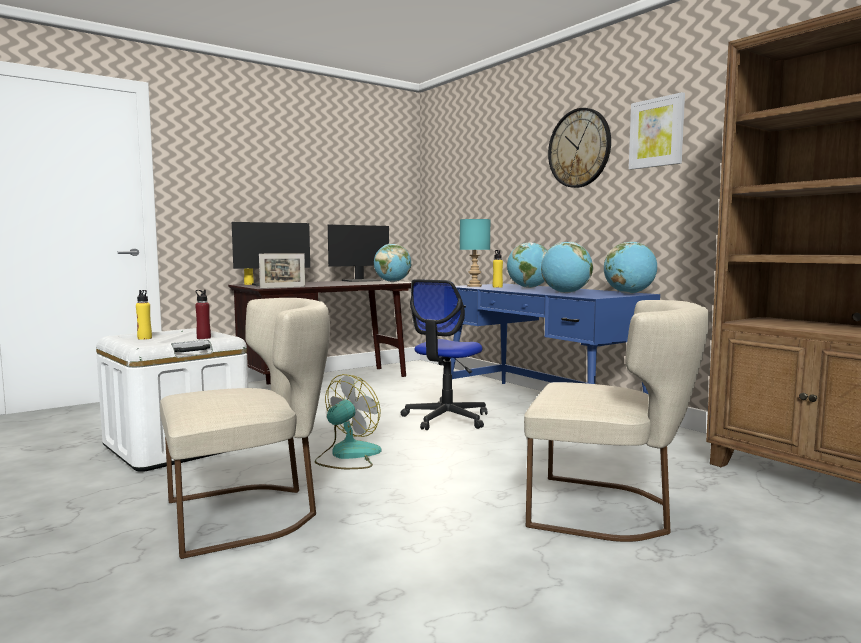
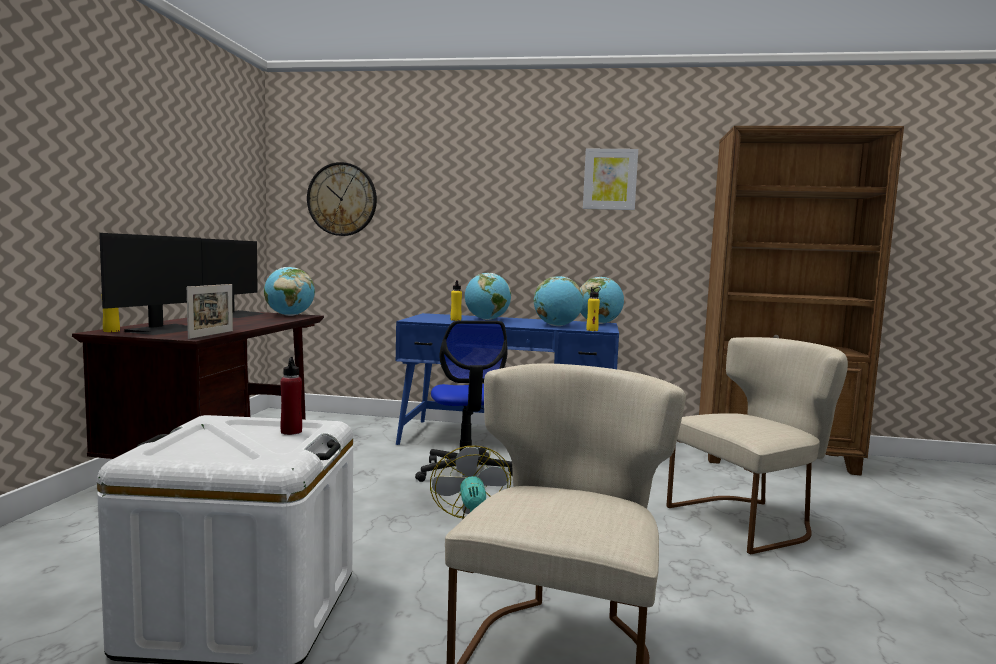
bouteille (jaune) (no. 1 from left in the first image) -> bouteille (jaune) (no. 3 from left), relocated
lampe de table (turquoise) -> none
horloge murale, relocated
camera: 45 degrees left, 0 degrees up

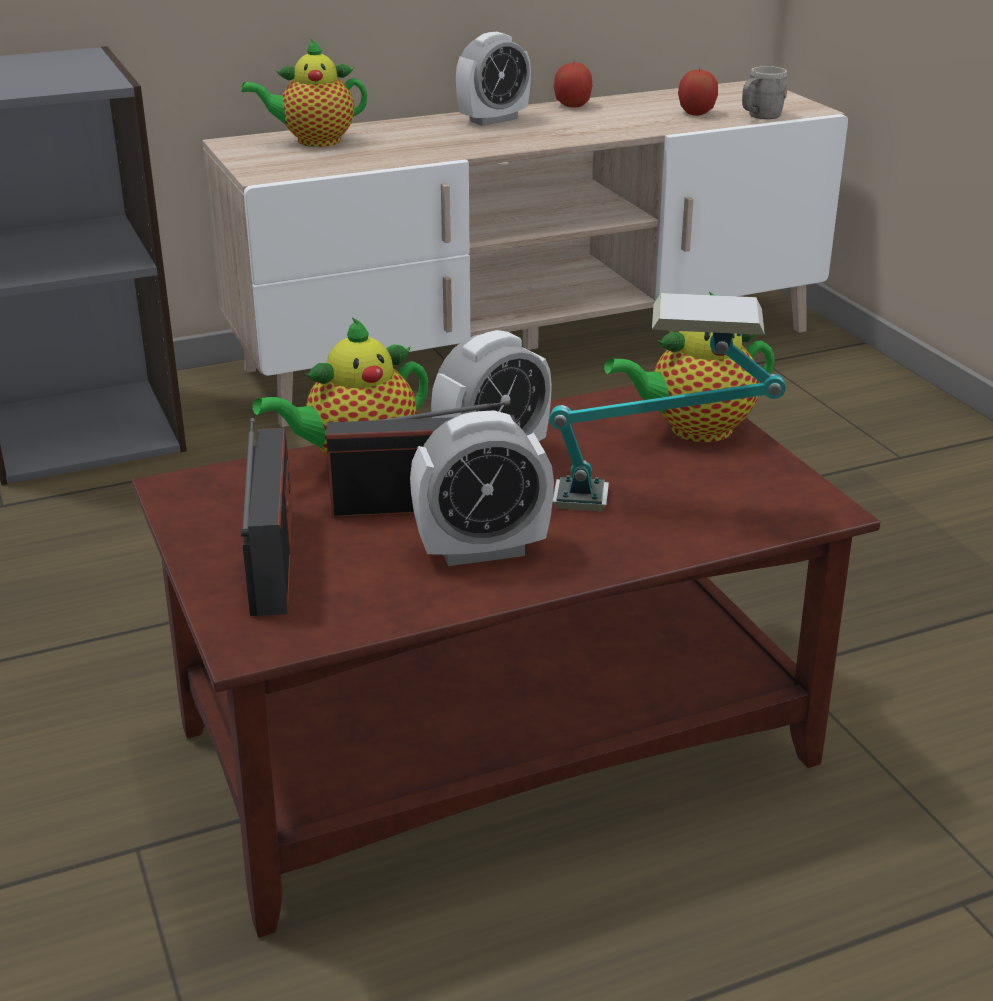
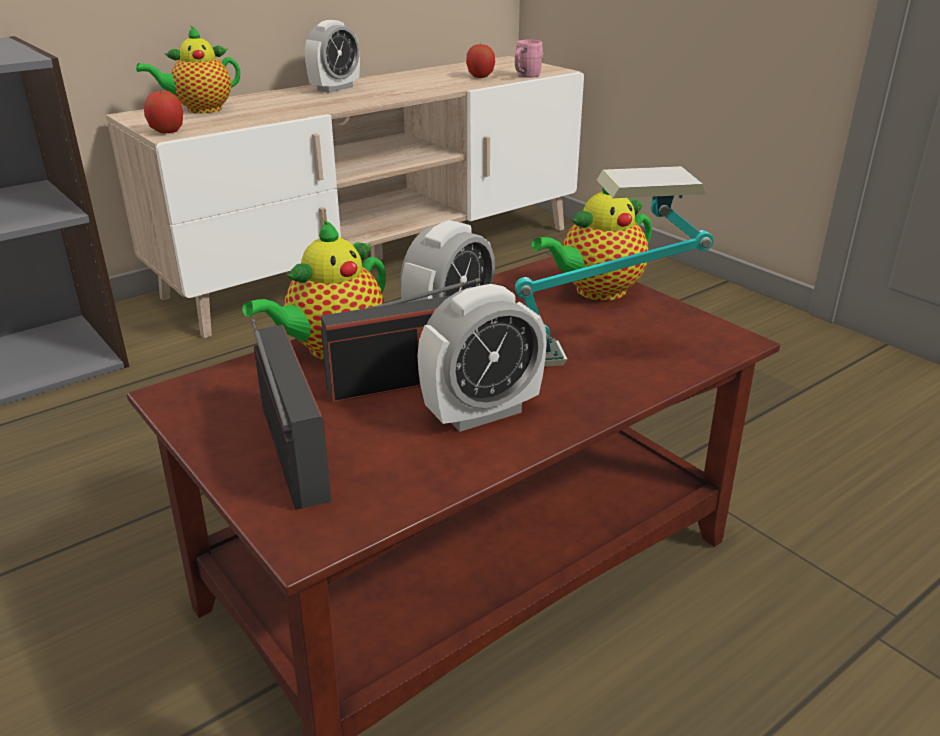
pomme (no. 1 from left), relocated
mug (gris) -> mug (rose)
camera: 15 degrees left, 0 degrees up

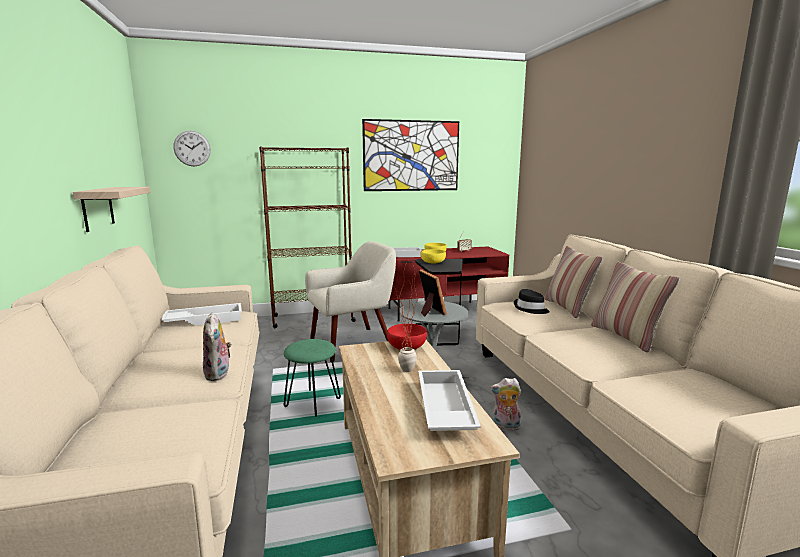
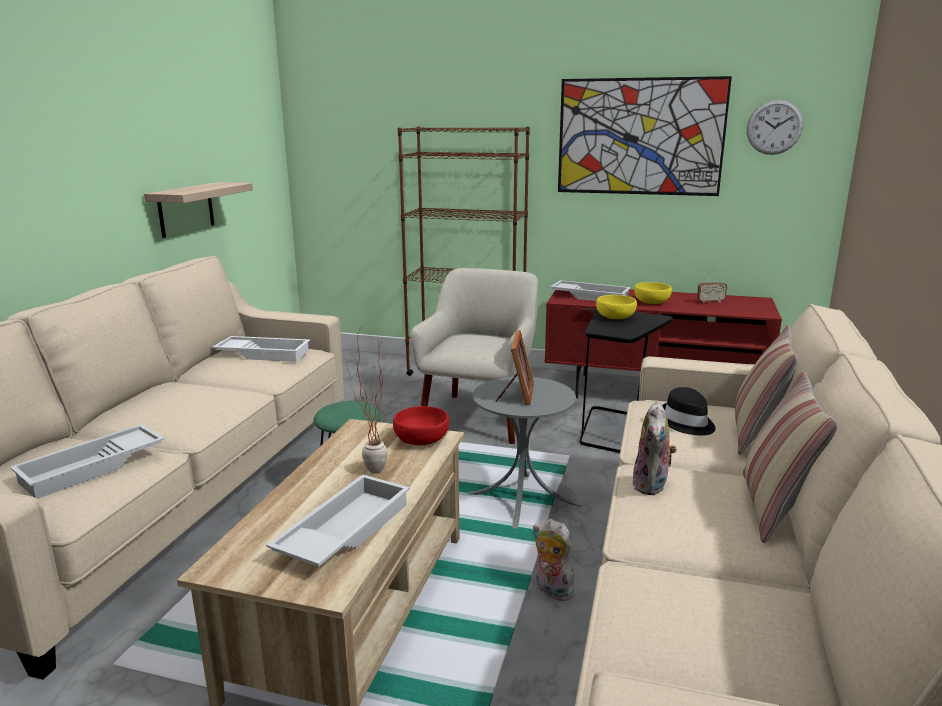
horloge murale, relocated
peluche (no. 1 from left in the first image) -> peluche (no. 2 from left), relocated
fauteuil (beige), 75 degrees counterclockwise
none -> plateau (blanc) (no. 1 from left)
camera: 30 degrees right, 5 degrees up

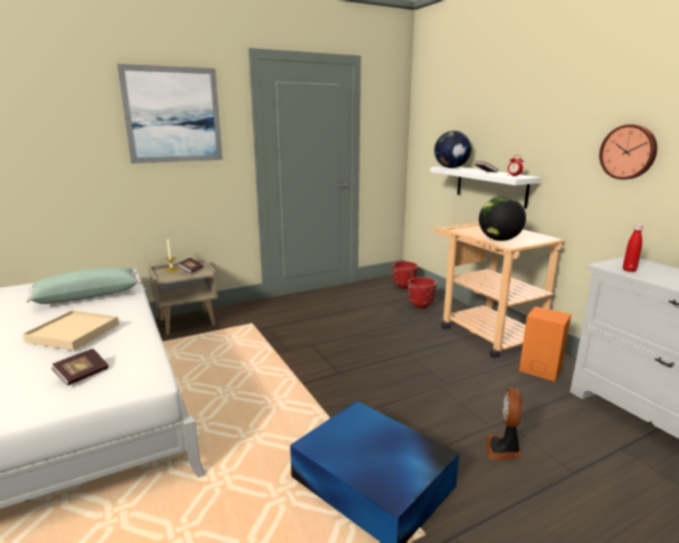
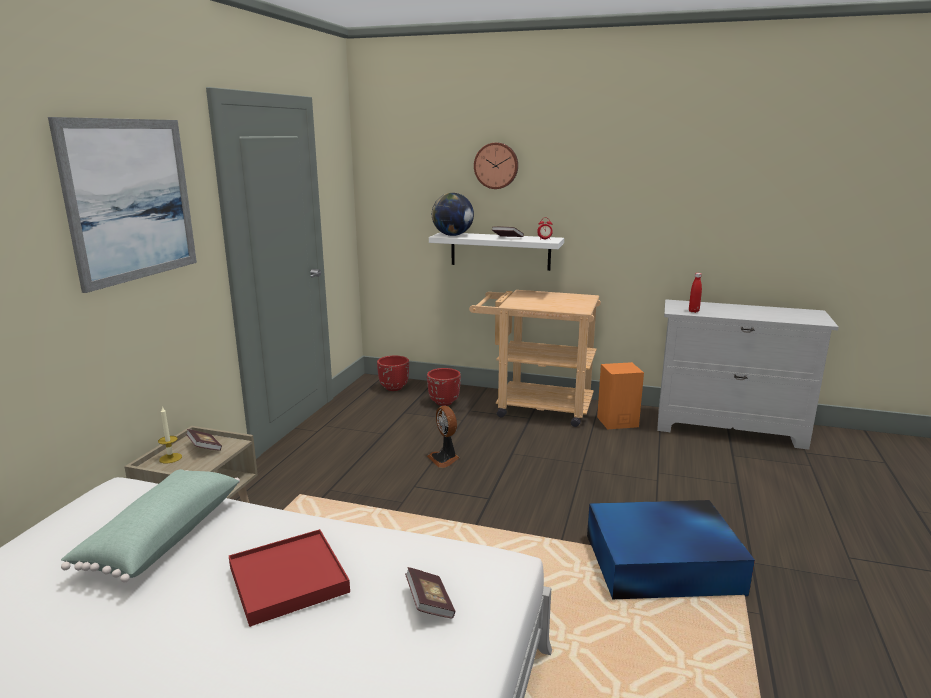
plateau (beige) -> plateau (rouge)
globe (no. 2 from left) -> none
ventilateur, relocated
horloge murale, relocated
camera: 45 degrees left, 0 degrees up

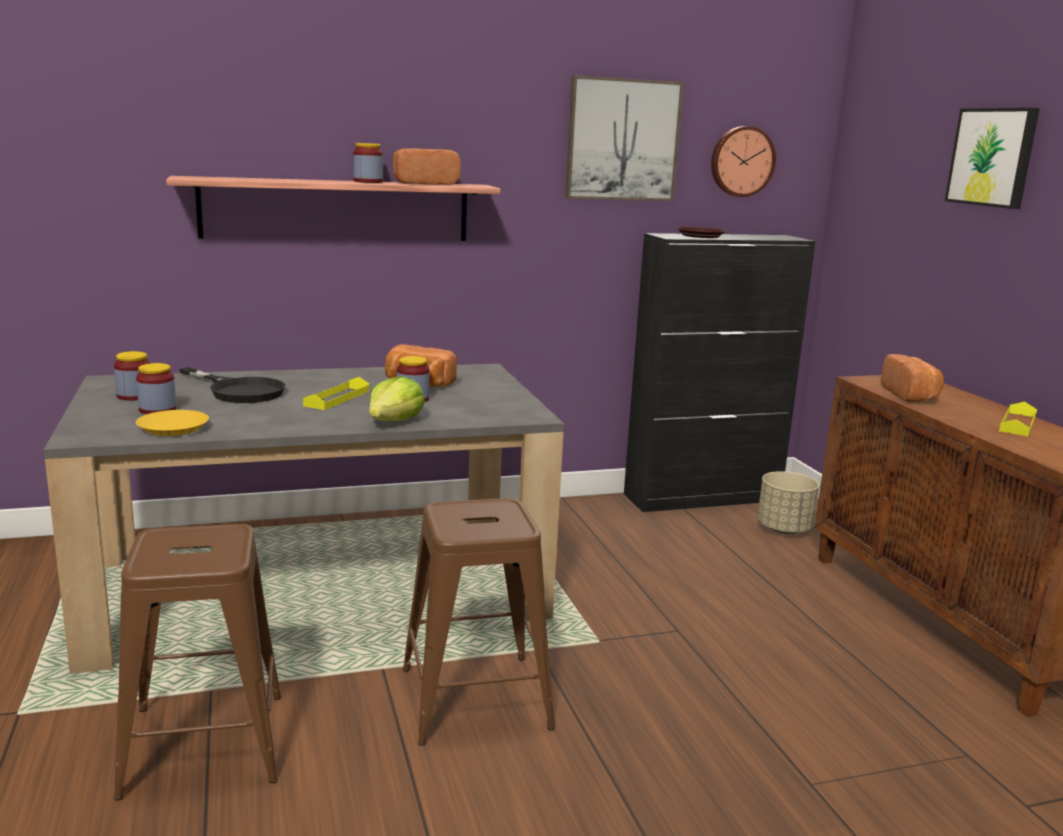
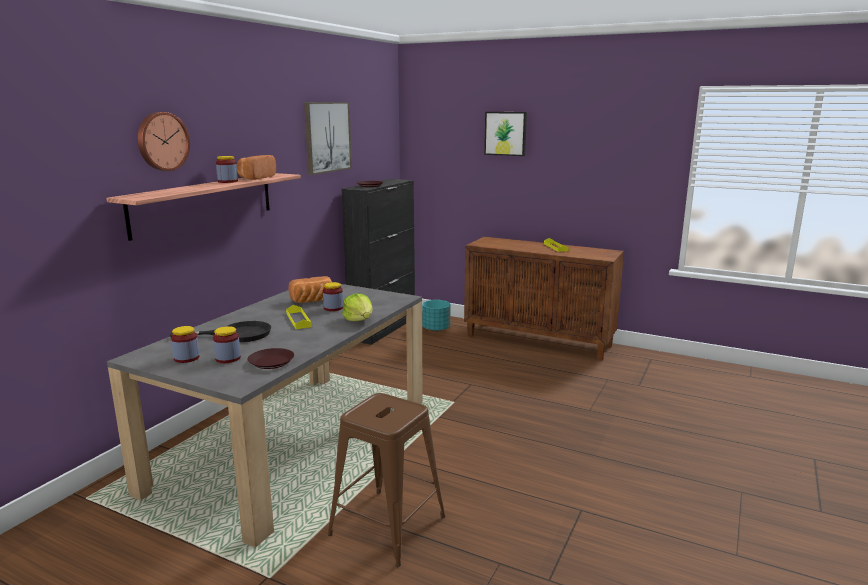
assiette (jaune) -> assiette (marron) (no. 1 from left)
tabouret (marron) (no. 2 from left) -> none
horloge murale, relocated
cache-pot (beige) -> cache-pot (turquoise)
pain (no. 3 from left) -> none
camera: 45 degrees left, 0 degrees up

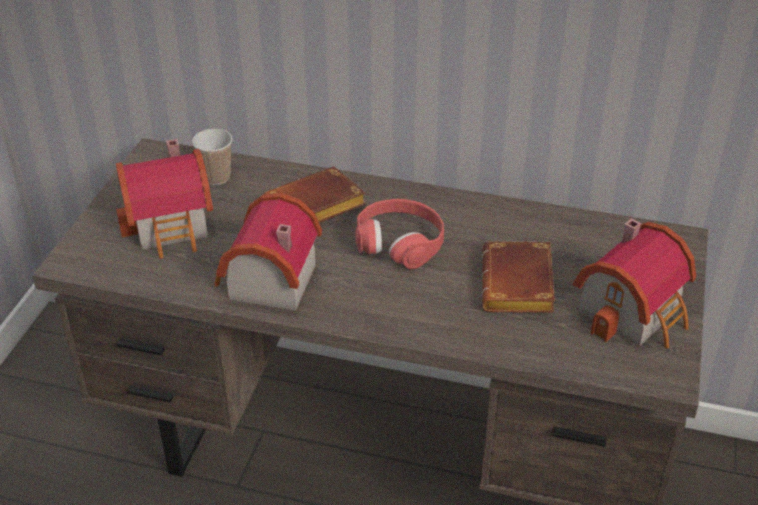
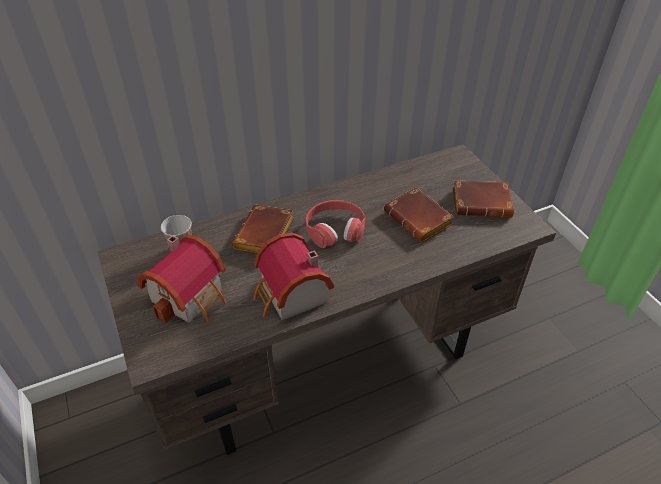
maison miniature (no. 3 from left) -> livre (marron) (no. 3 from left)
camera: 40 degrees left, 5 degrees up

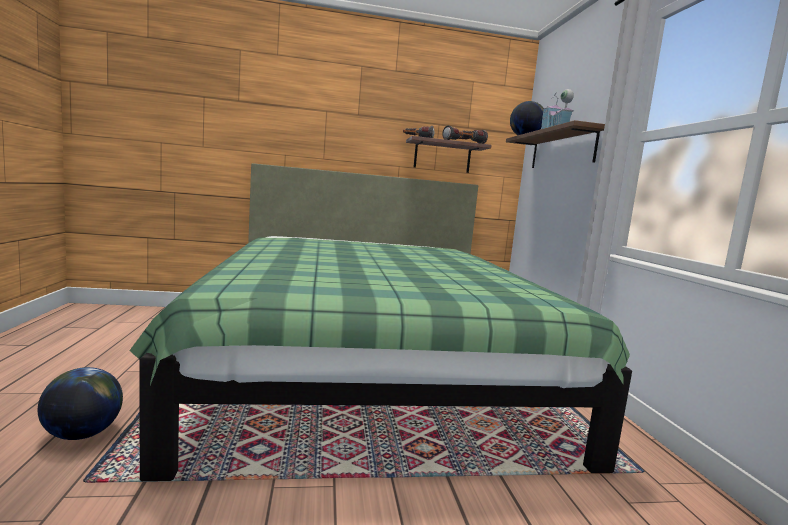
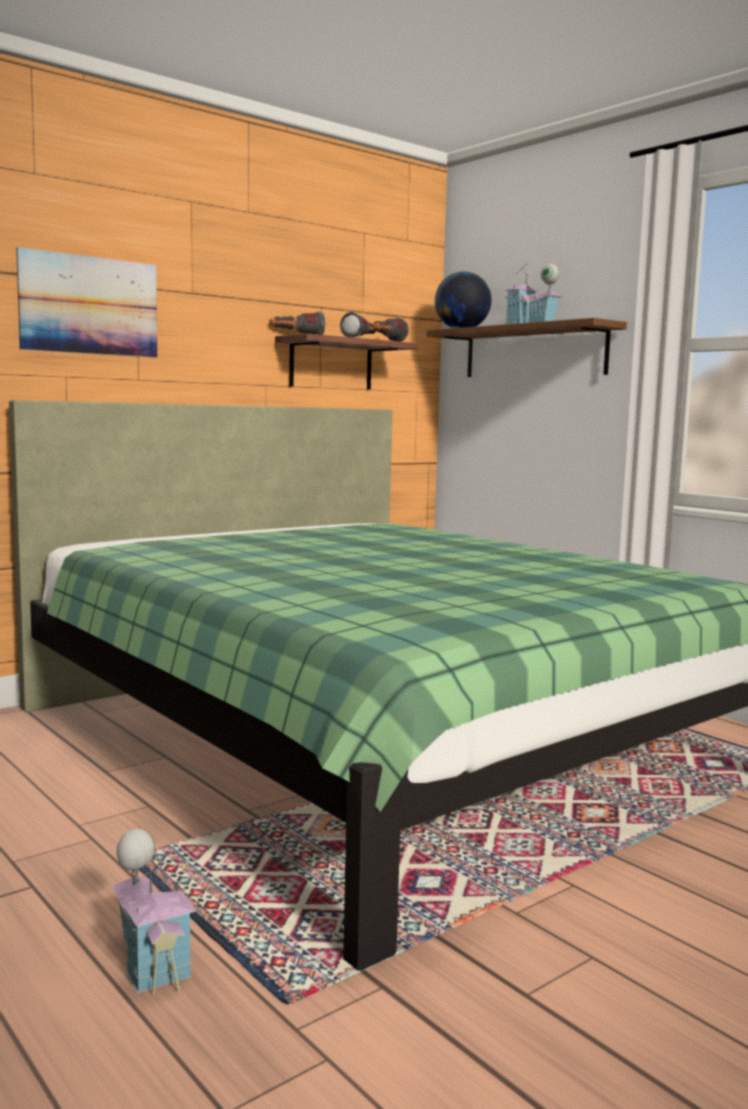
globe (no. 1 from left) -> maison miniature (no. 1 from left)
none -> tableau
camera: 30 degrees left, 0 degrees up

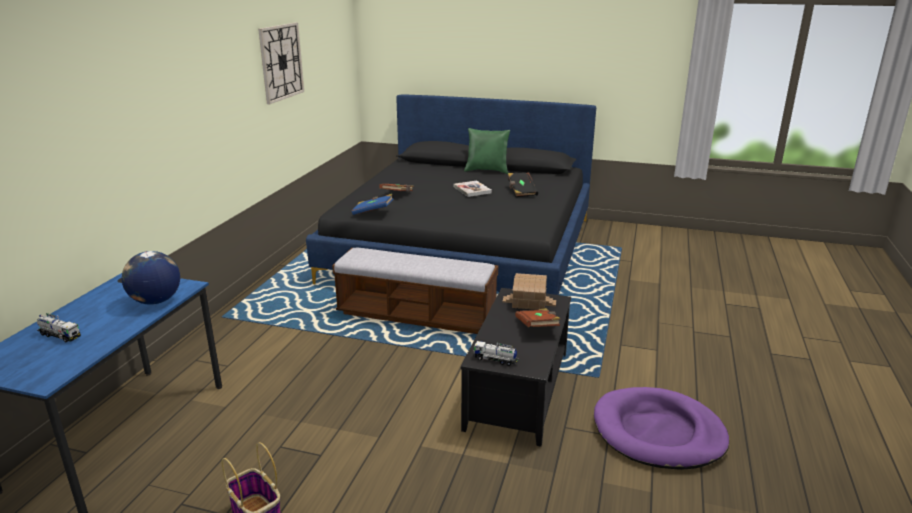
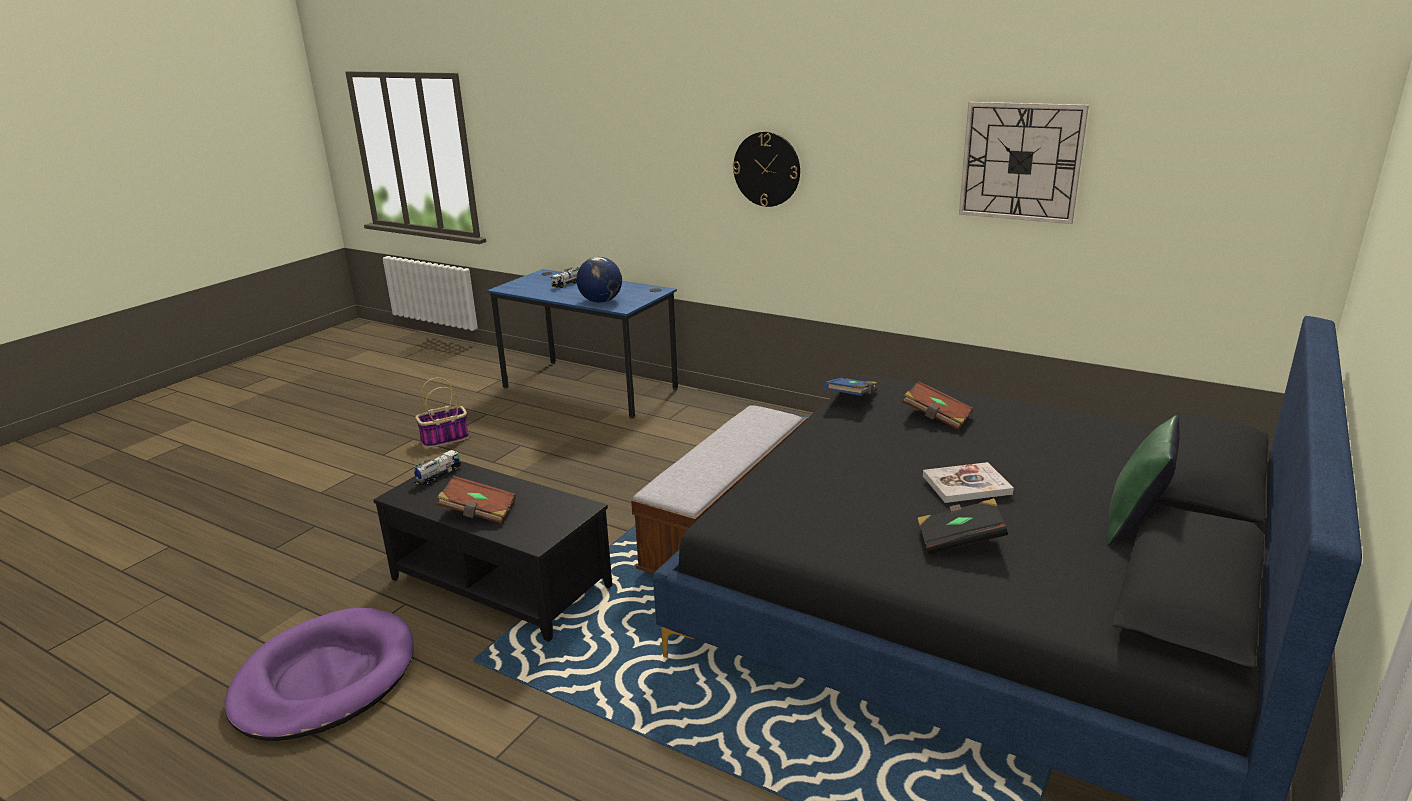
maison miniature -> none
none -> horloge murale (no. 1 from left)
camera: 105 degrees right, 0 degrees up

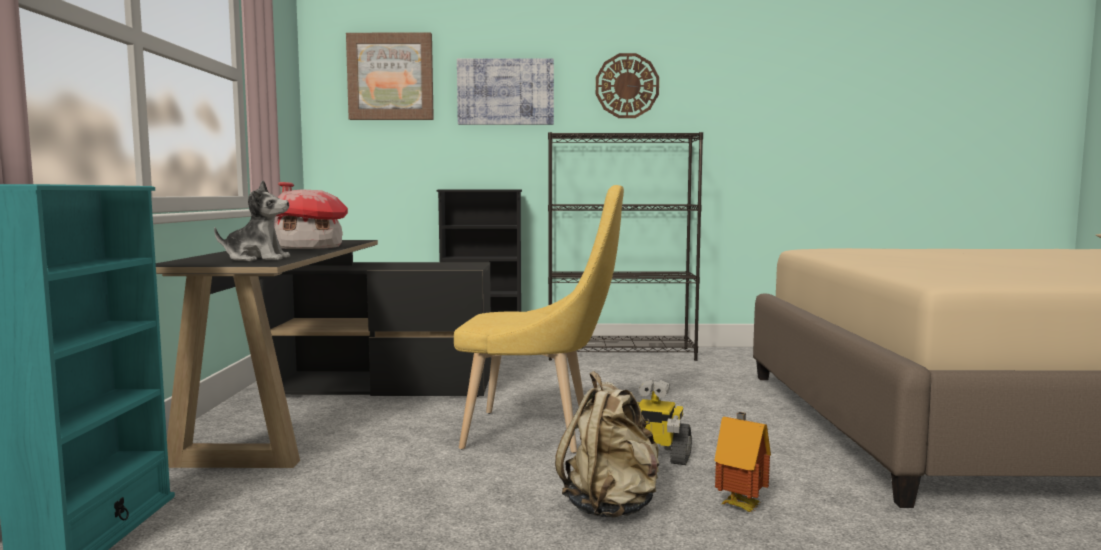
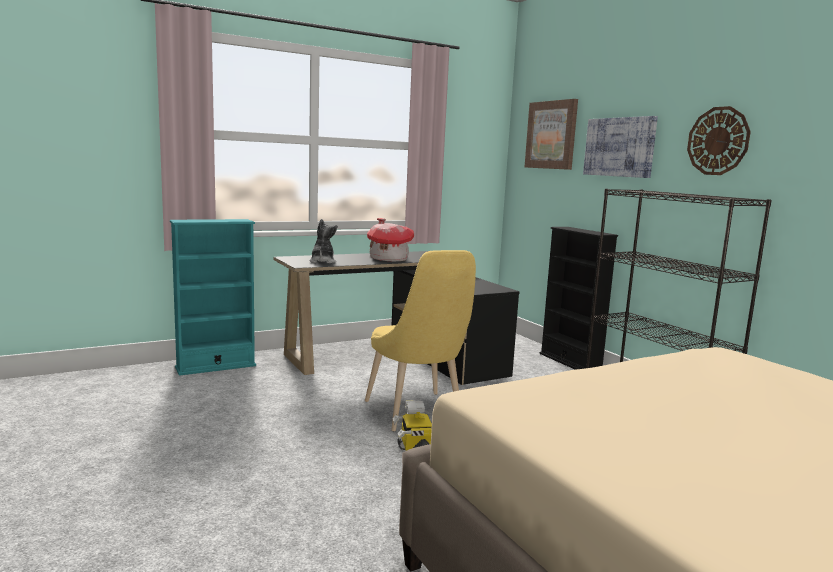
peluche, 150 degrees counterclockwise
sac à dos (beige) -> none
maison miniature (no. 2 from left) -> none
camera: 60 degrees right, 5 degrees up

